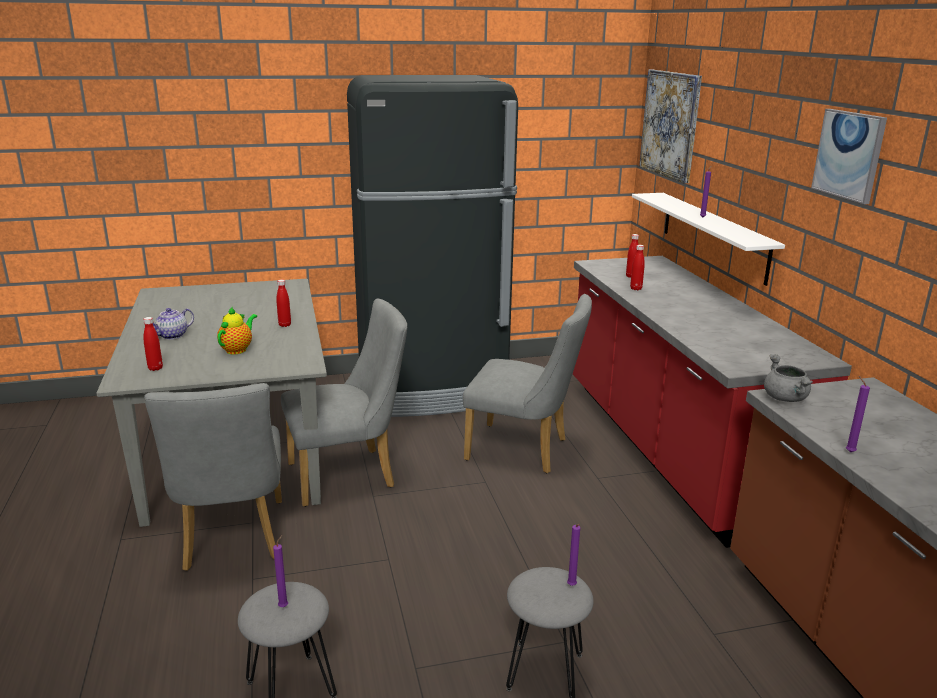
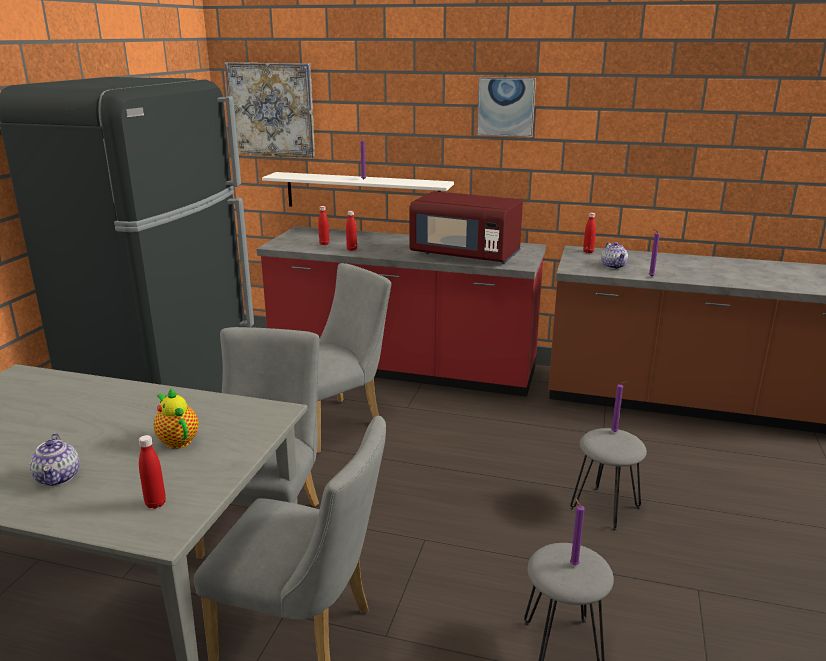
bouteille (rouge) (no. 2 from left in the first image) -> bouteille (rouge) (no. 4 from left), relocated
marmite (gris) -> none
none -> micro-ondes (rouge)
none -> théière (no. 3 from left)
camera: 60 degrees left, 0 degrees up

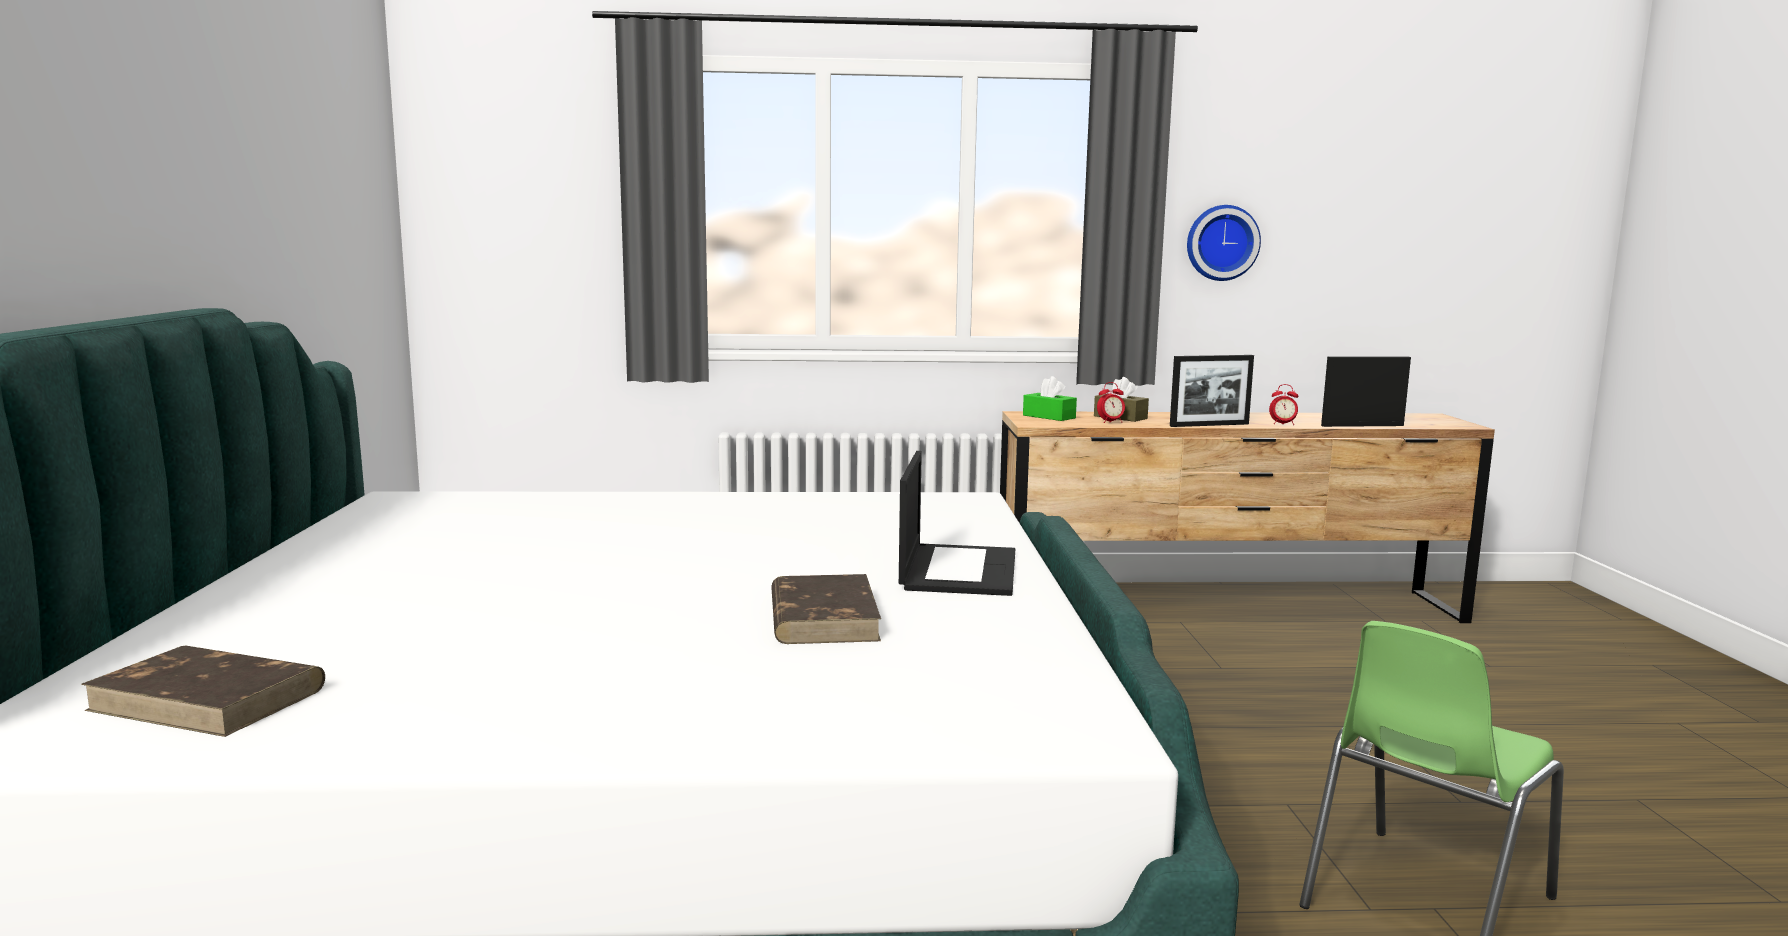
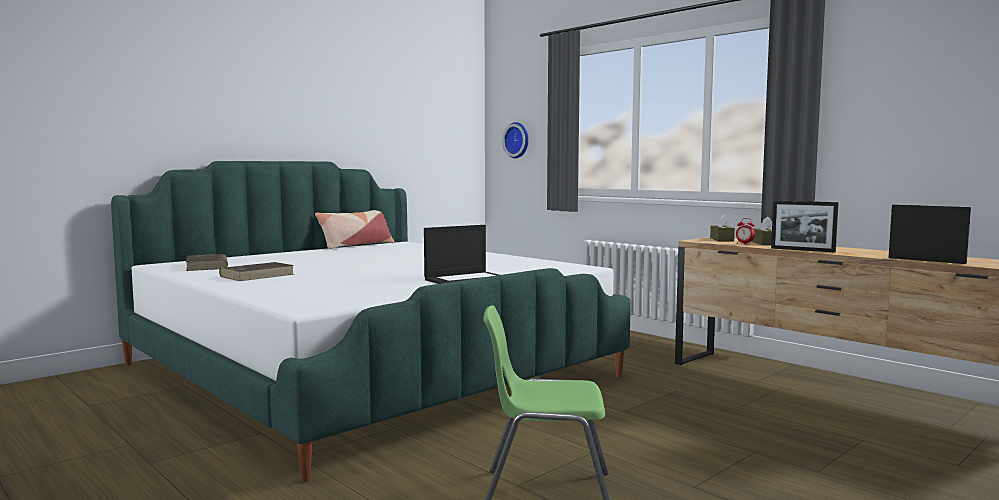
livre (marron) (no. 2 from left), relocated
boîte à mouchoirs (vert) -> boîte à mouchoirs (marron) (no. 1 from left)
horloge murale, relocated
réveil (no. 2 from left) -> none
none -> coussin
camera: 50 degrees right, 5 degrees down

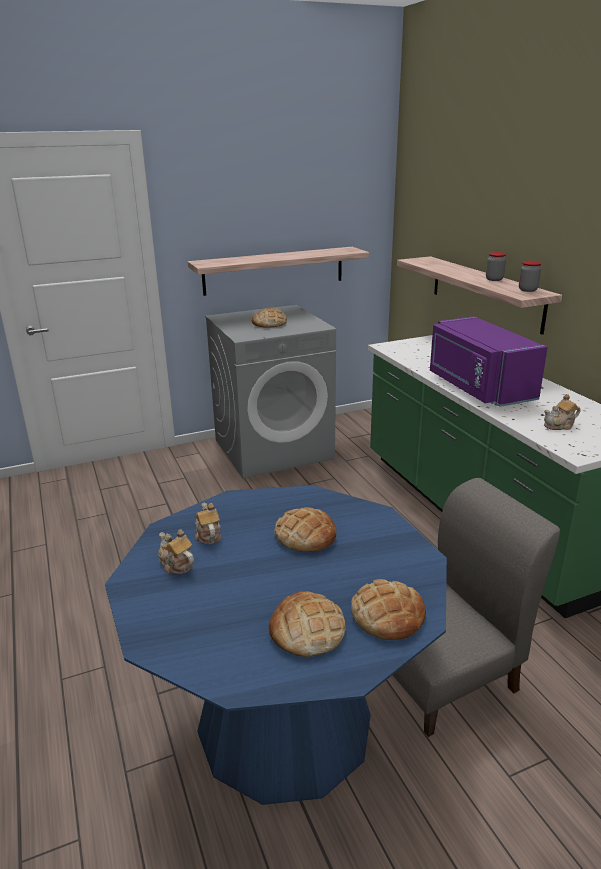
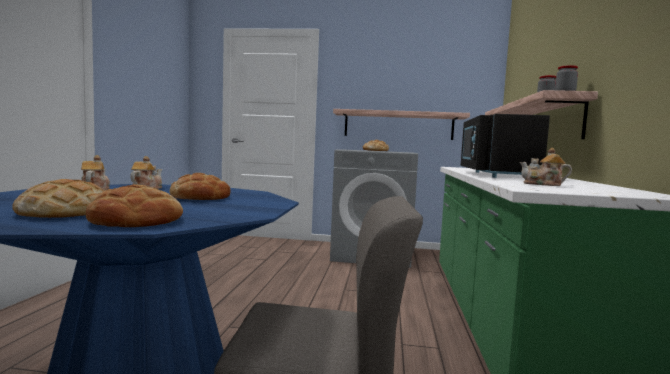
micro-ondes (violet) -> micro-ondes (noir)
camera: 30 degrees right, 20 degrees down

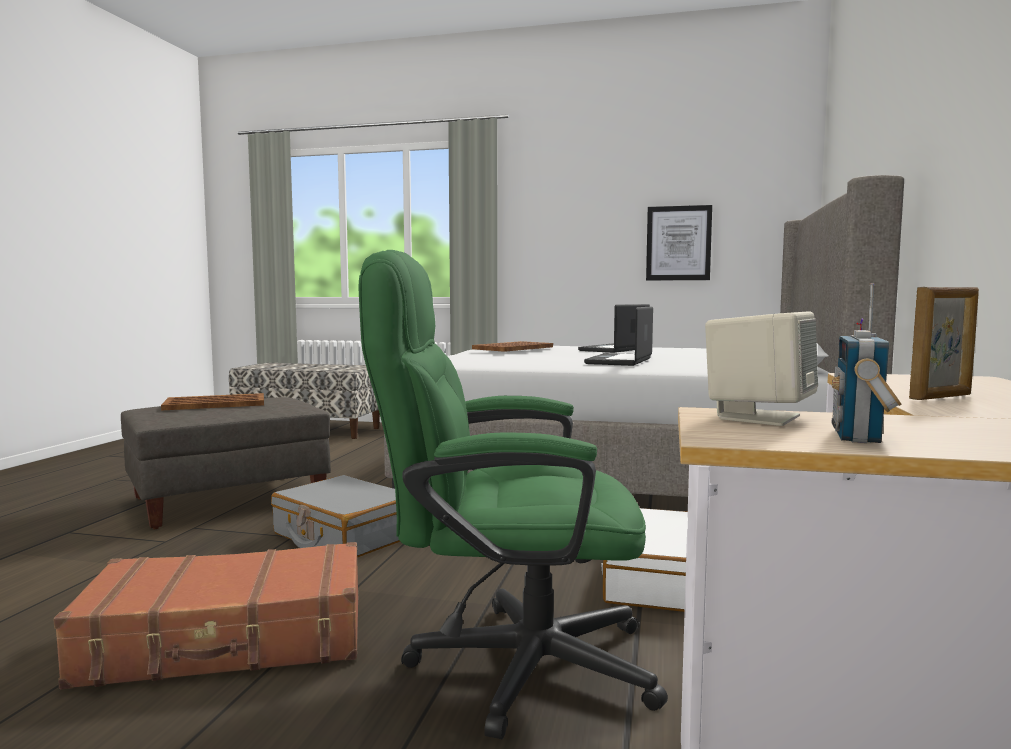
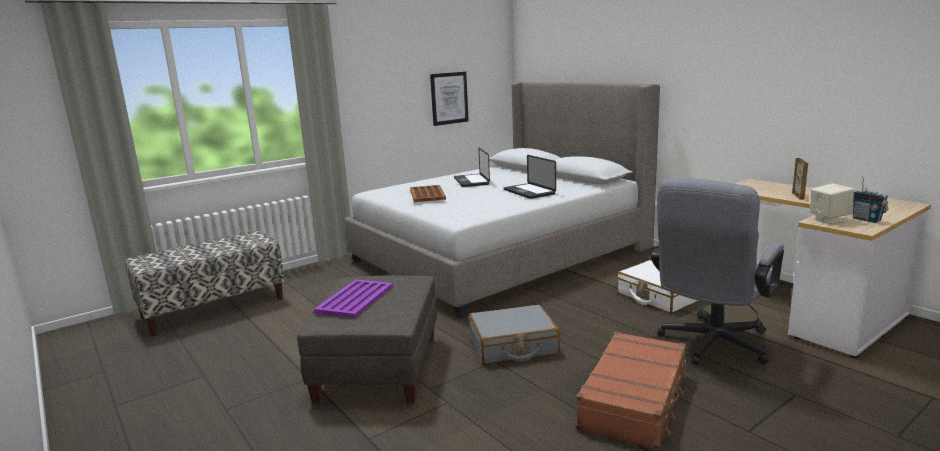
plateau (marron) (no. 1 from left) -> plateau (violet)
chaise de bureau (vert) -> chaise de bureau (gris)
camera: 50 degrees left, 10 degrees up

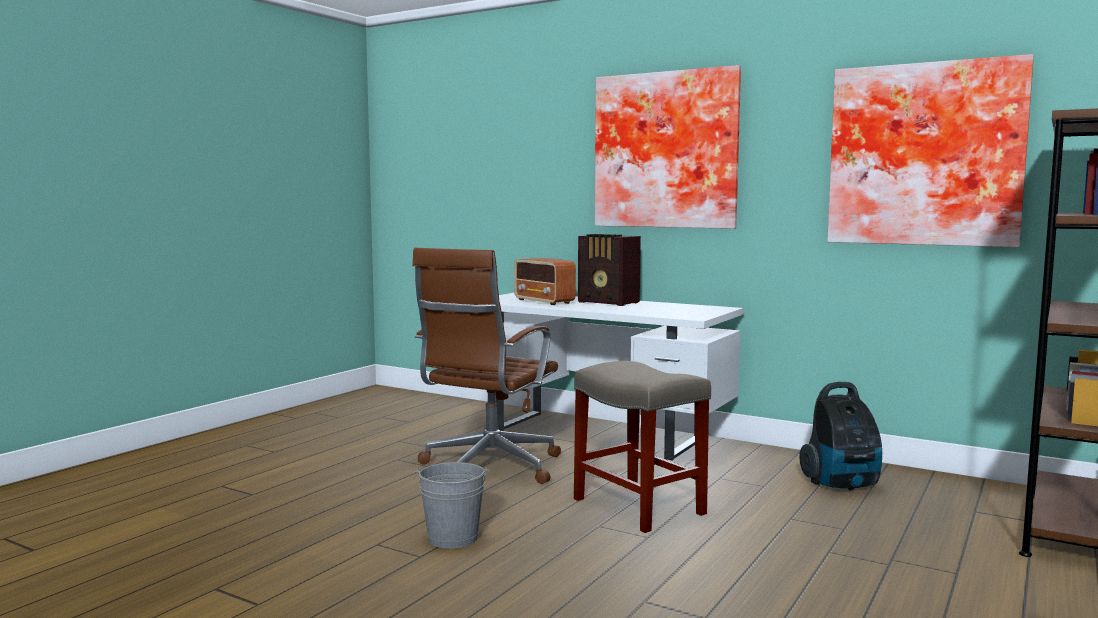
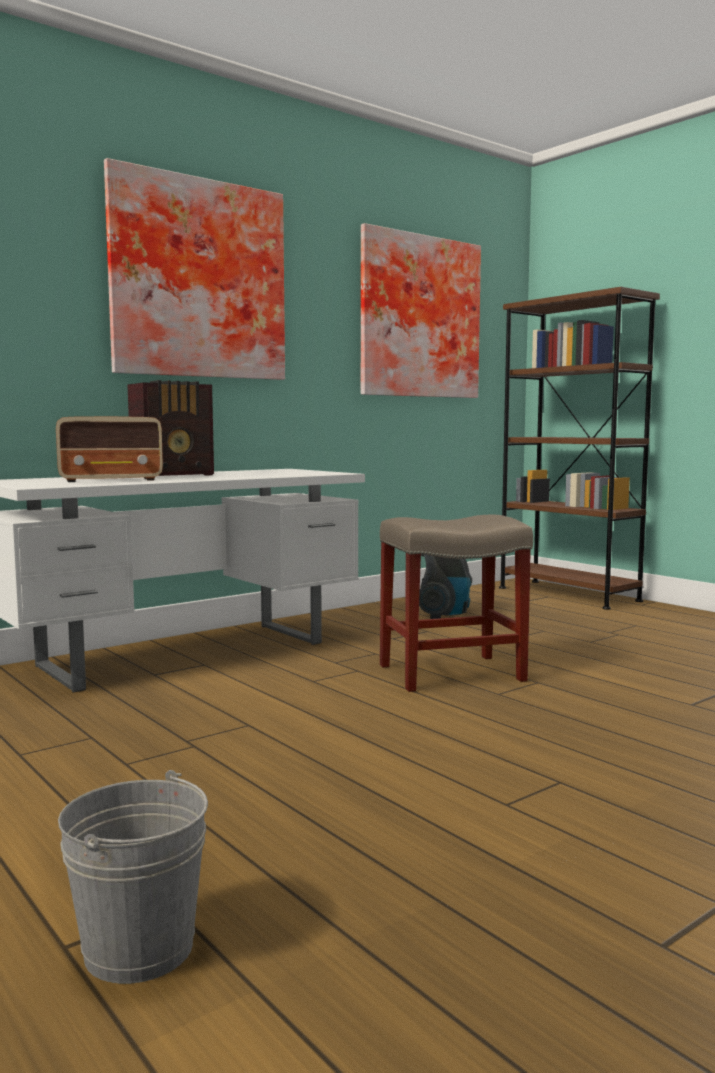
chaise de bureau (marron) -> none
seau (gris), relocated
camera: 70 degrees left, 0 degrees up

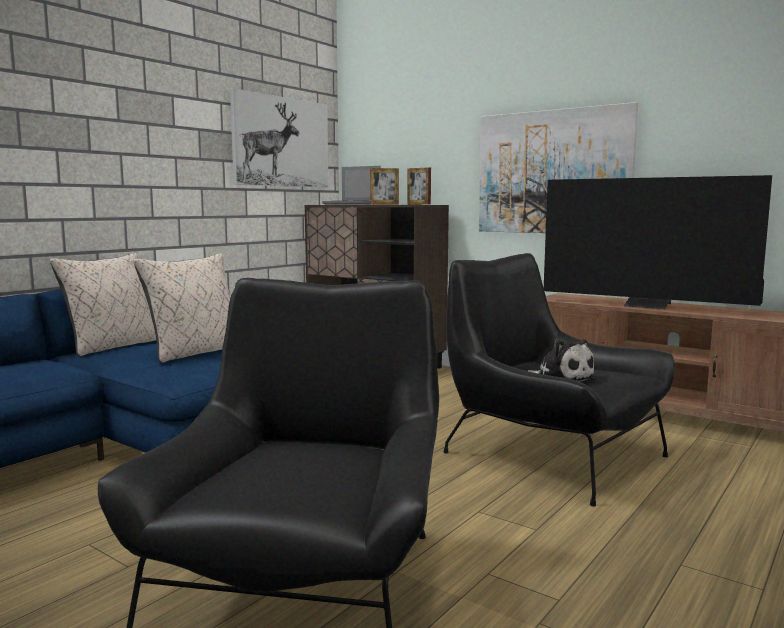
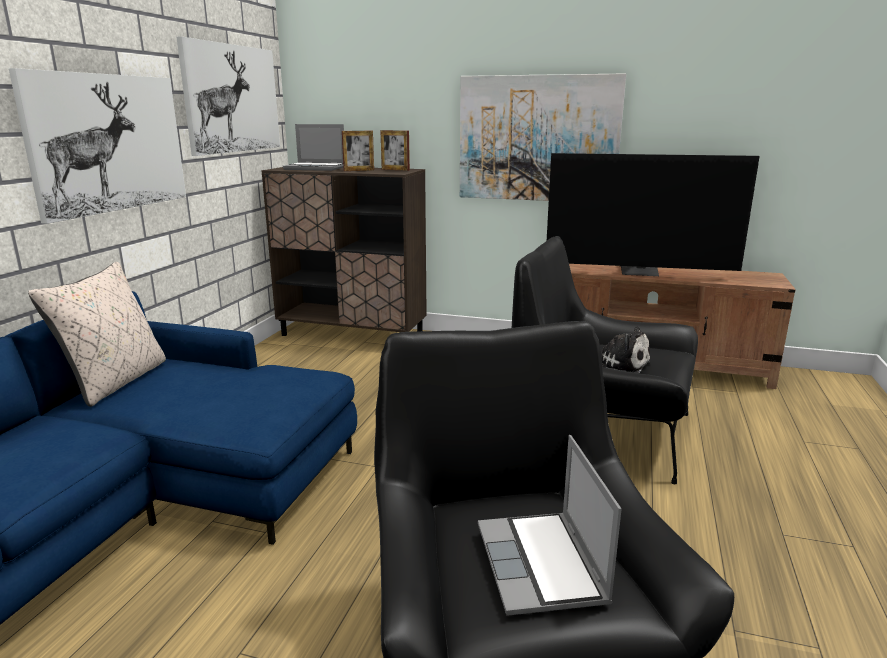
coussin (beige) (no. 2 from left) -> none
none -> tableau (no. 1 from left)
none -> ordinateur portable (no. 2 from left)
camera: 20 degrees left, 10 degrees up

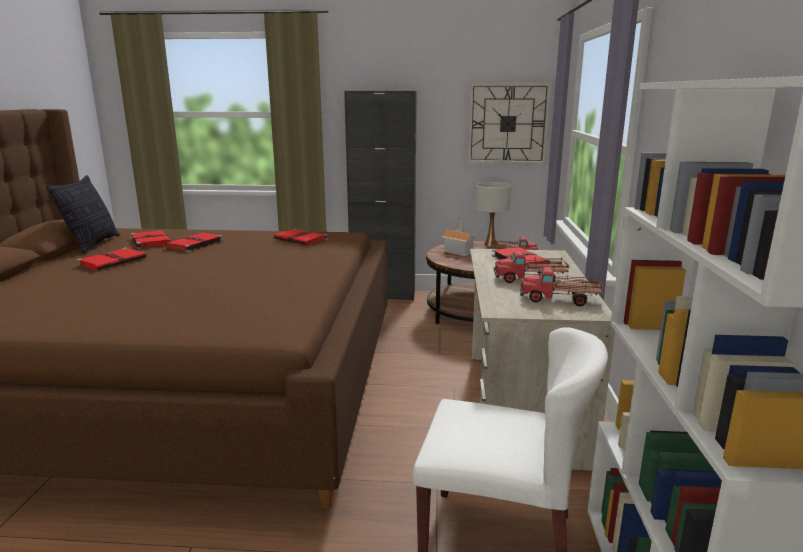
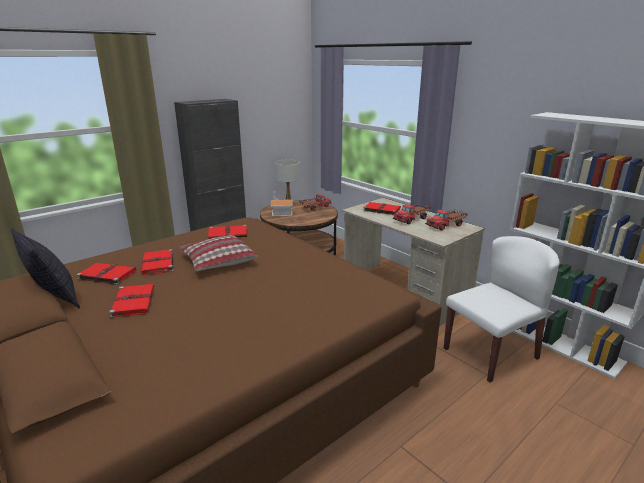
horloge murale -> none
none -> coussin (no. 2 from left)
camera: 45 degrees left, 5 degrees up

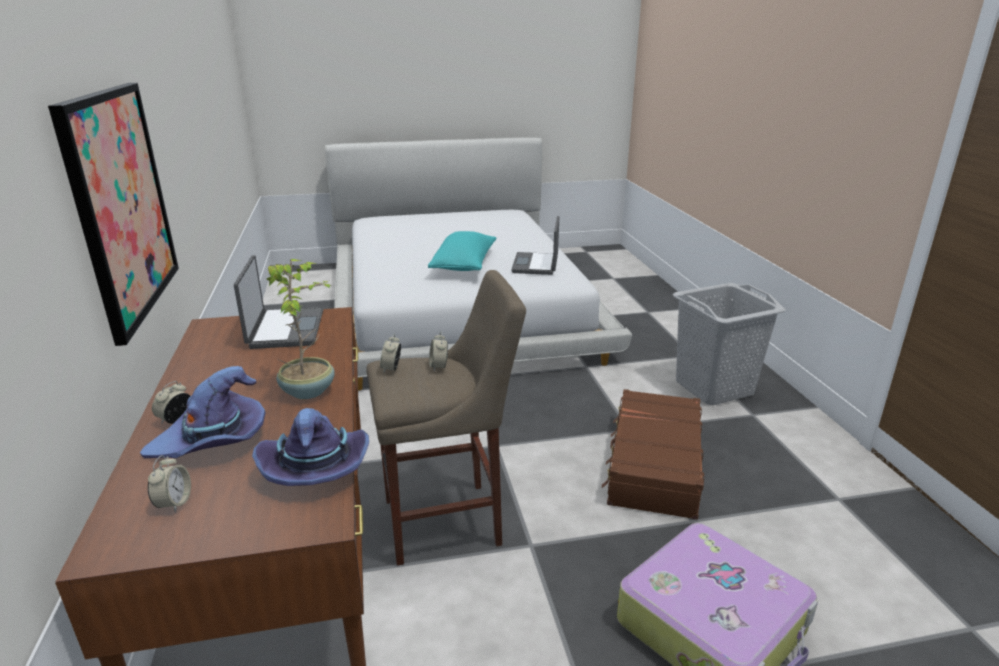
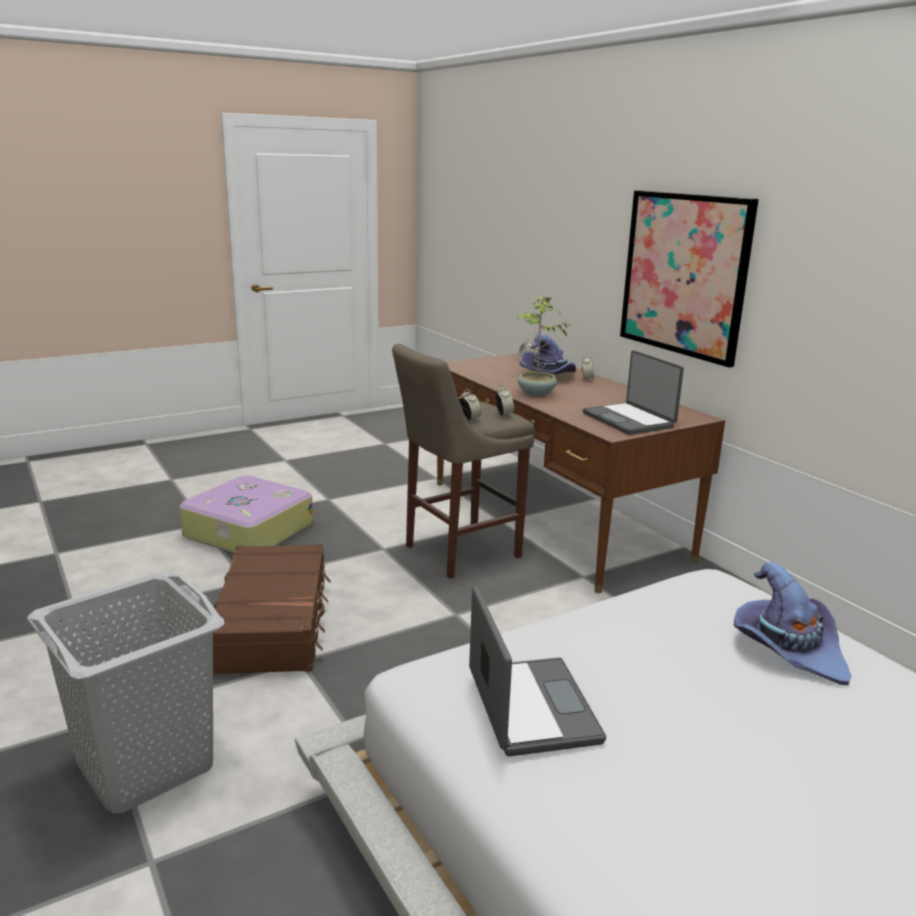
chapeau (violet) (no. 2 from left), relocated
coussin (turquoise) -> none
camera: 160 degrees right, 5 degrees down

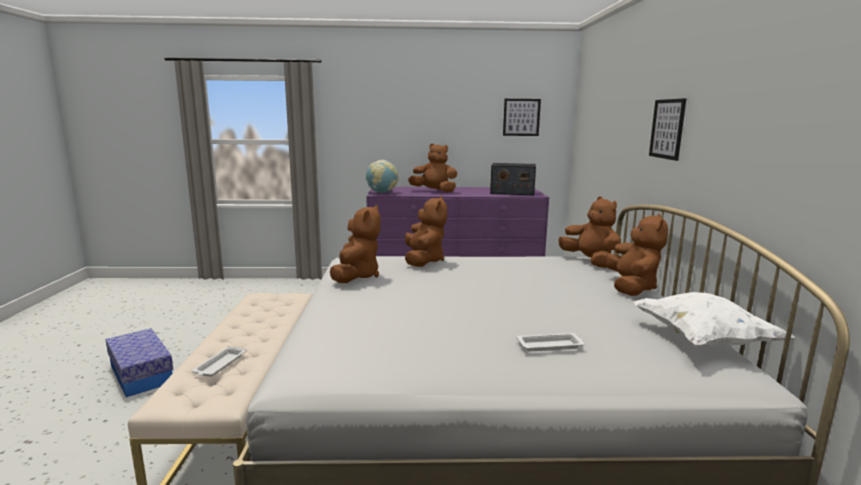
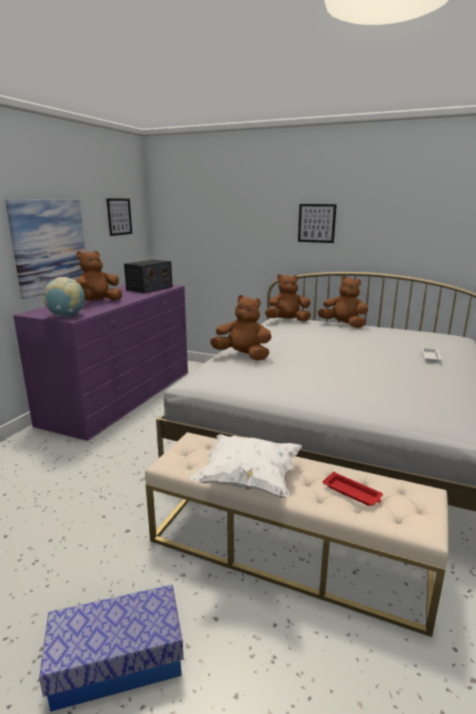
plateau (blanc) (no. 1 from left) -> plateau (rouge)
peluche (marron) (no. 1 from left) -> none
coussin (blanc), relocated
none -> tableau (no. 1 from left)
camera: 65 degrees left, 5 degrees up

